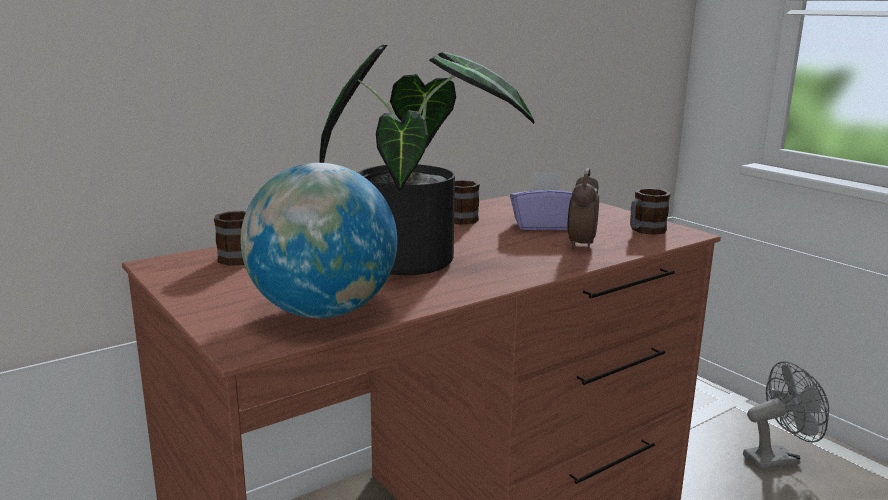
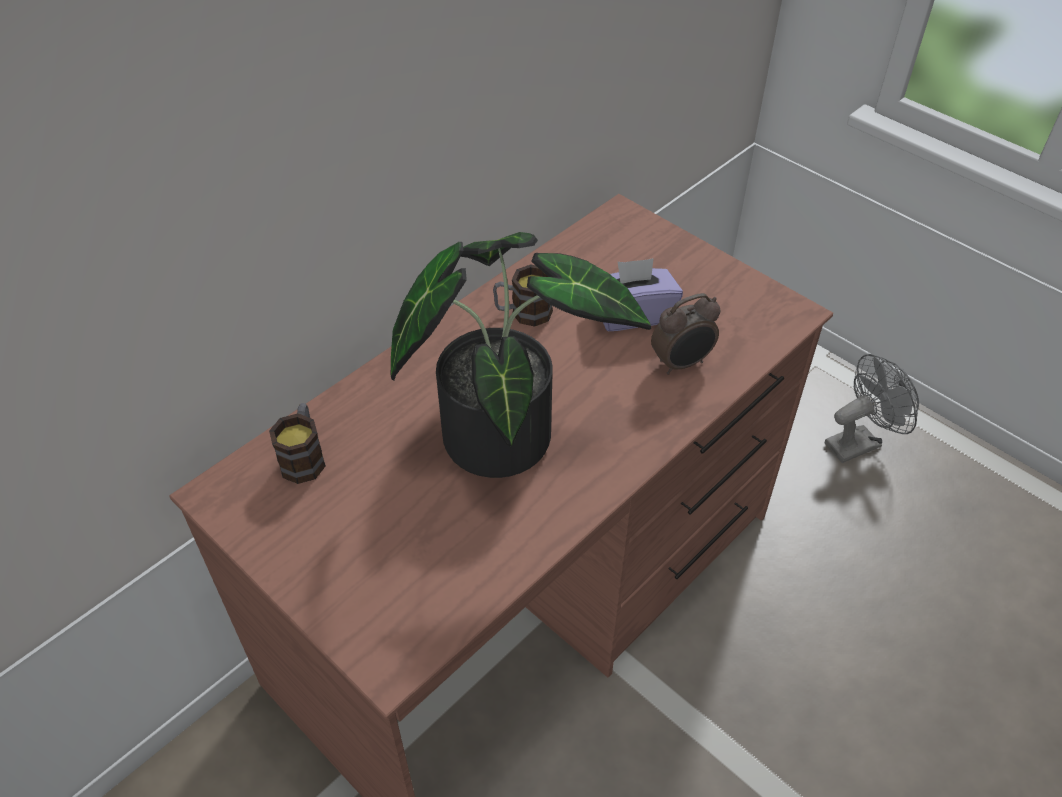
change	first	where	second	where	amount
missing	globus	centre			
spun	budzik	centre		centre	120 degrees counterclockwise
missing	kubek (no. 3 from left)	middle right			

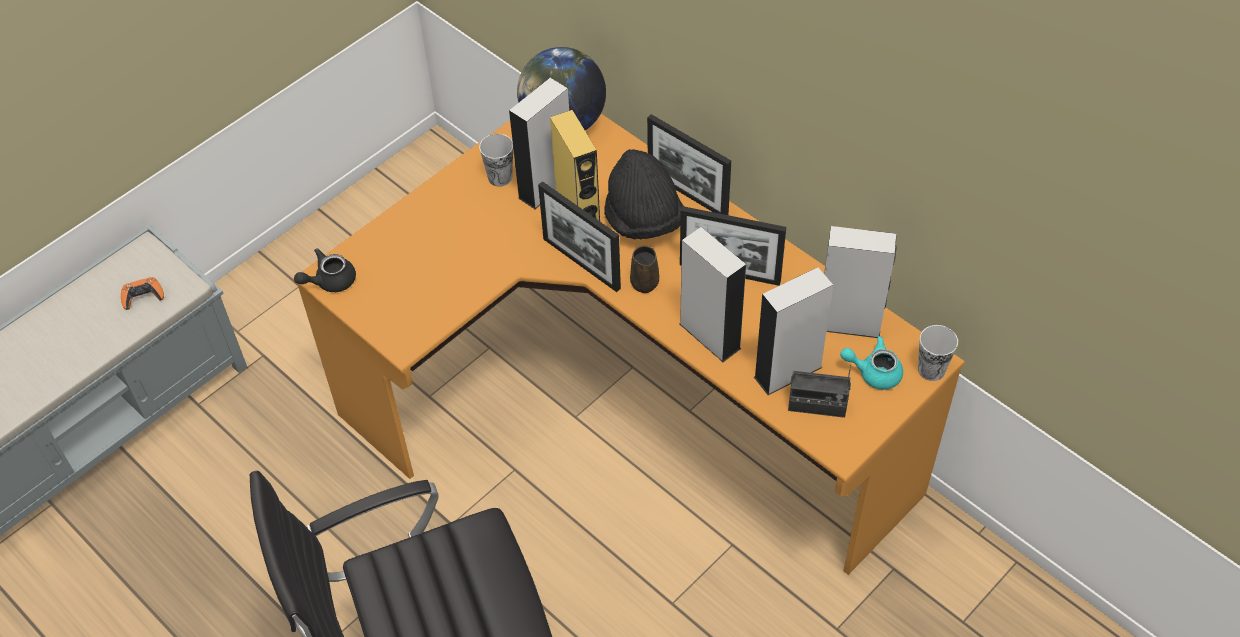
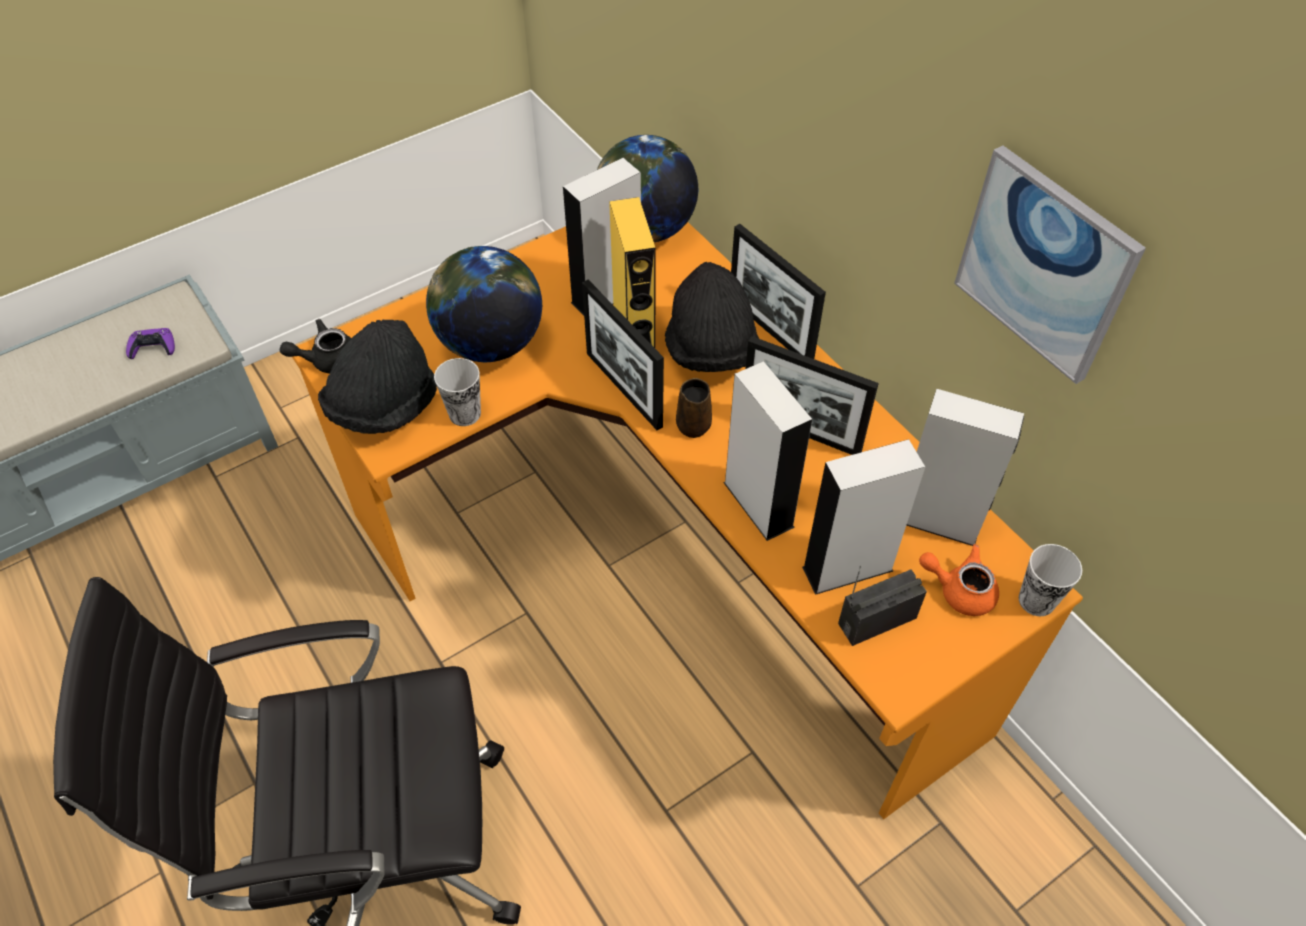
change	first	where	second	where	amount
colour	pad do gier [pomarańczowy]	middle left	pad do gier [fioletowy]	middle left	
relocated	filiżanka (no. 1 from left)	top centre		centre	
spun	radio	centre		middle right	135 degrees clockwise
colour	imbryk [turkusowy]	middle right	imbryk [pomarańczowy]	middle right	
appeared			kapelusz [czarny] (no. 1 from left)	middle left	
appeared			globus (no. 1 from left)	top centre	
appeared			obraz	top right	

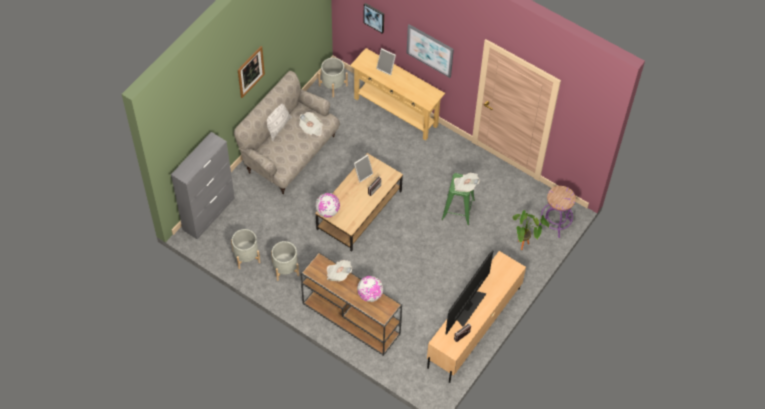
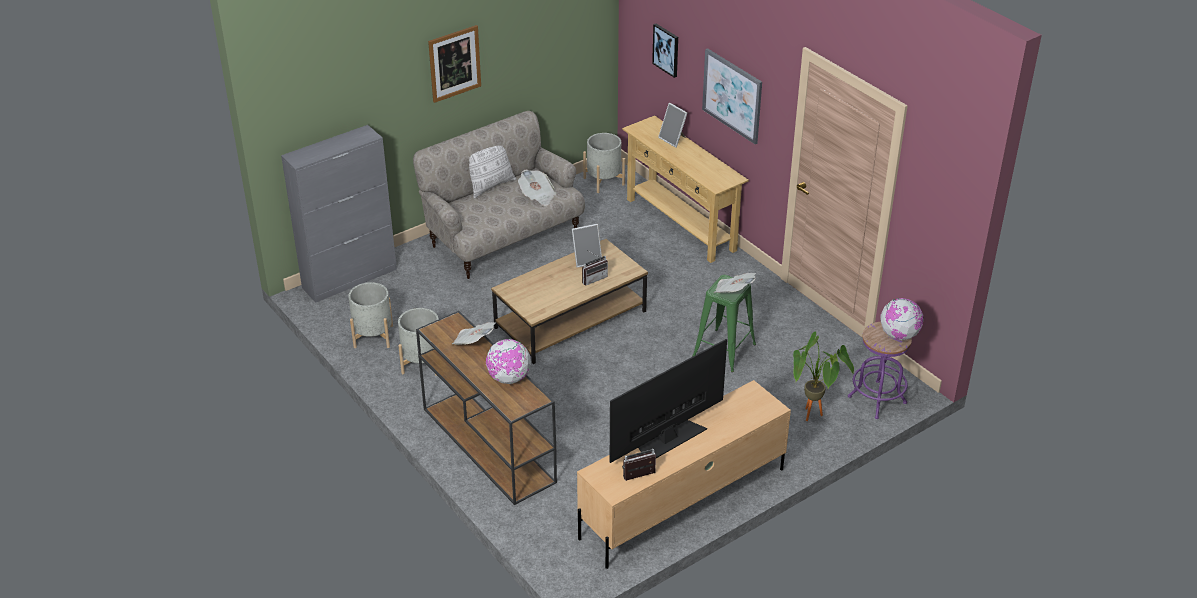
change	first	where	second	where	amount
relocated	globus (no. 1 from left in the first image)	centre	globus (no. 2 from left)	middle right	

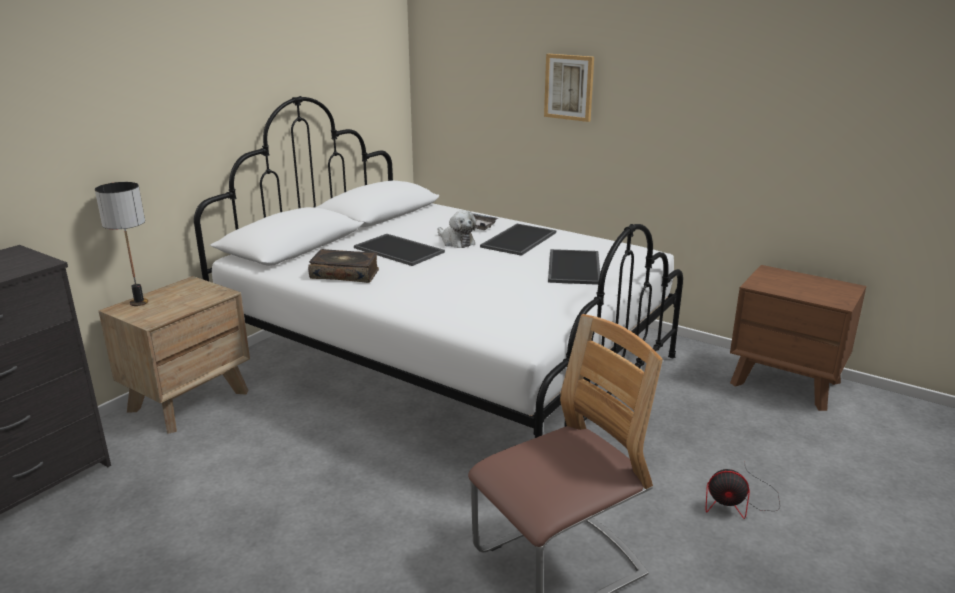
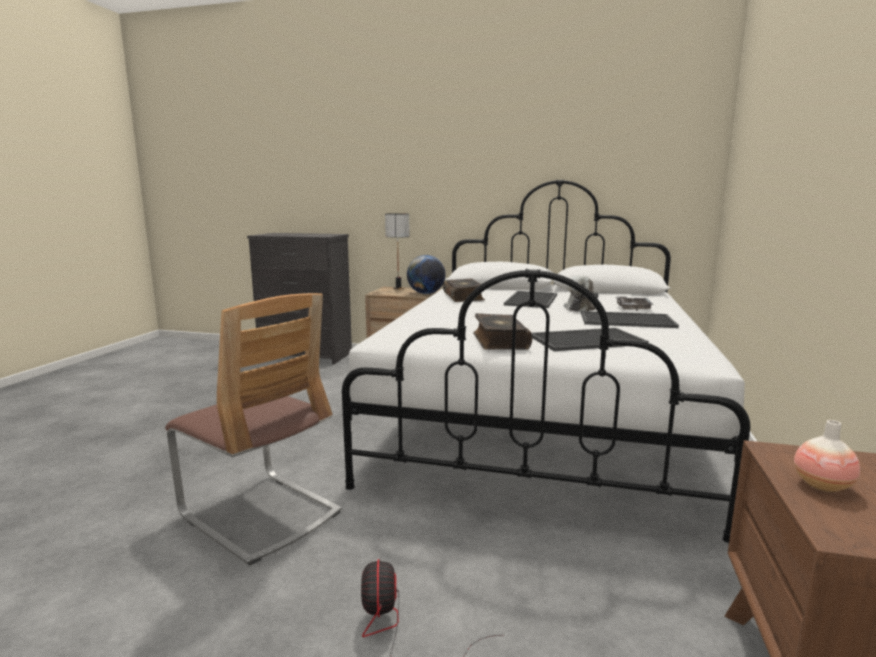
change	first	where	second	where	amount
missing	obraz	top centre			
appeared			globus	centre	
appeared			książka (no. 2 from left)	centre	
appeared			wazon	bottom right	

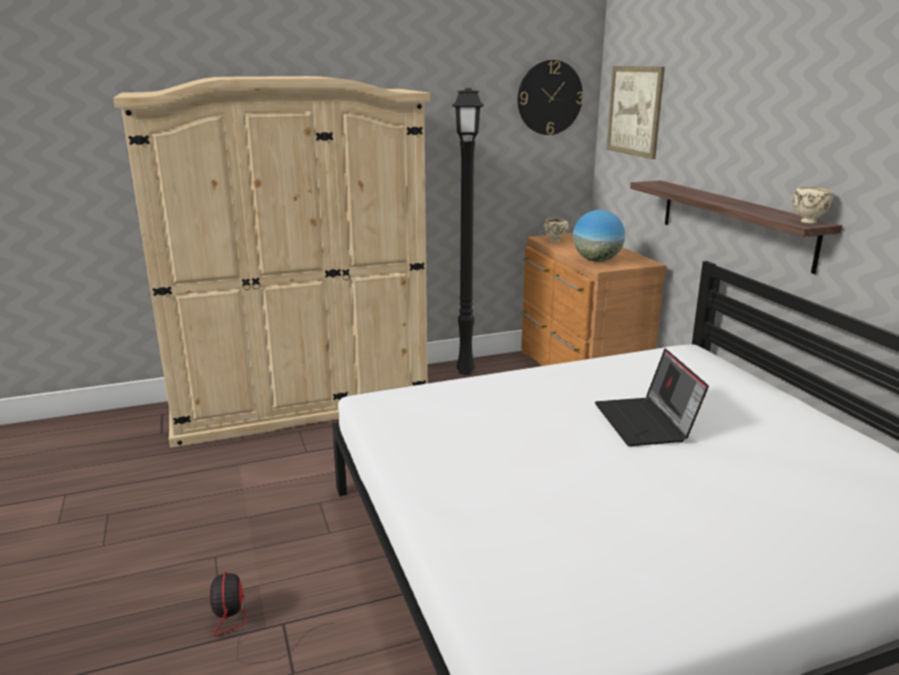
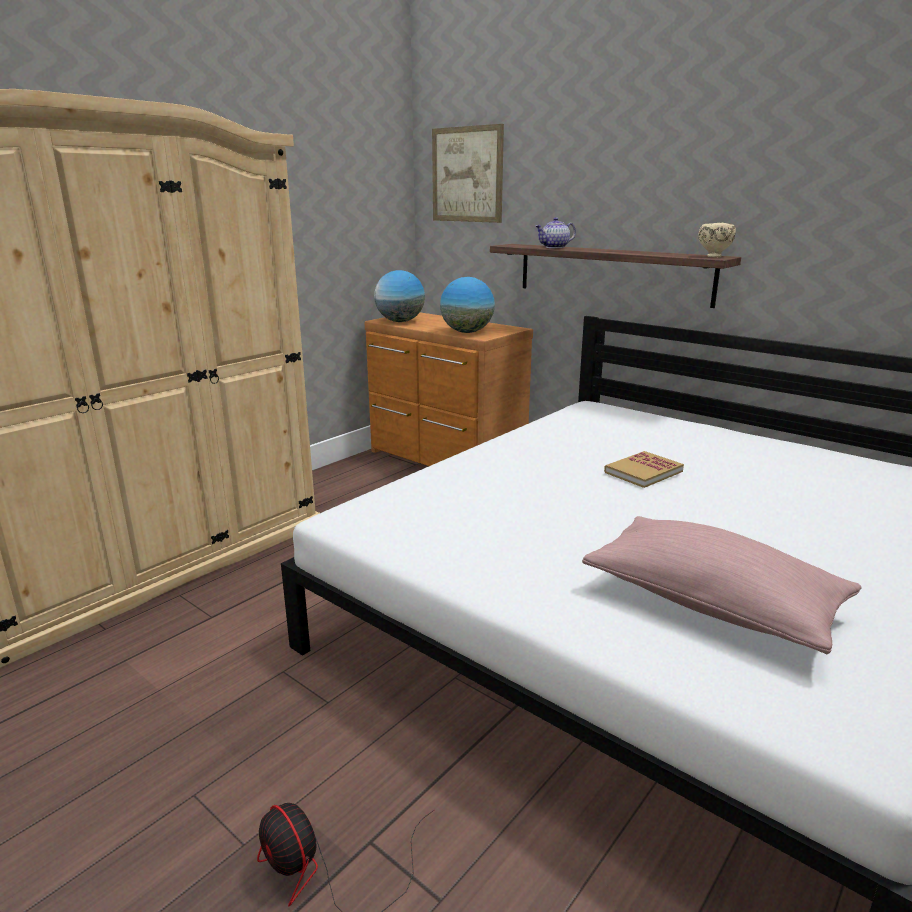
change	first	where	second	where	amount
missing	lampa stojąca [czarny]	centre			
missing	zegar ścienny	top centre			
exchanged	miska [beżowy] (no. 1 from left)	centre	globus (no. 1 from left)	top centre	
exchanged	laptop	middle right	książka	middle right	
appeared			imbryk	top centre	
appeared			poduszka [różowy]	middle right	

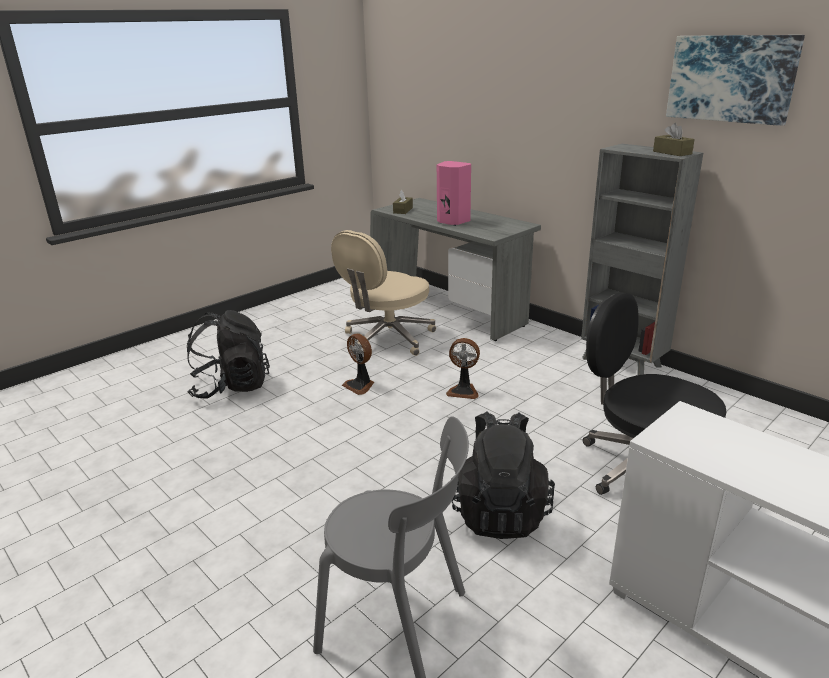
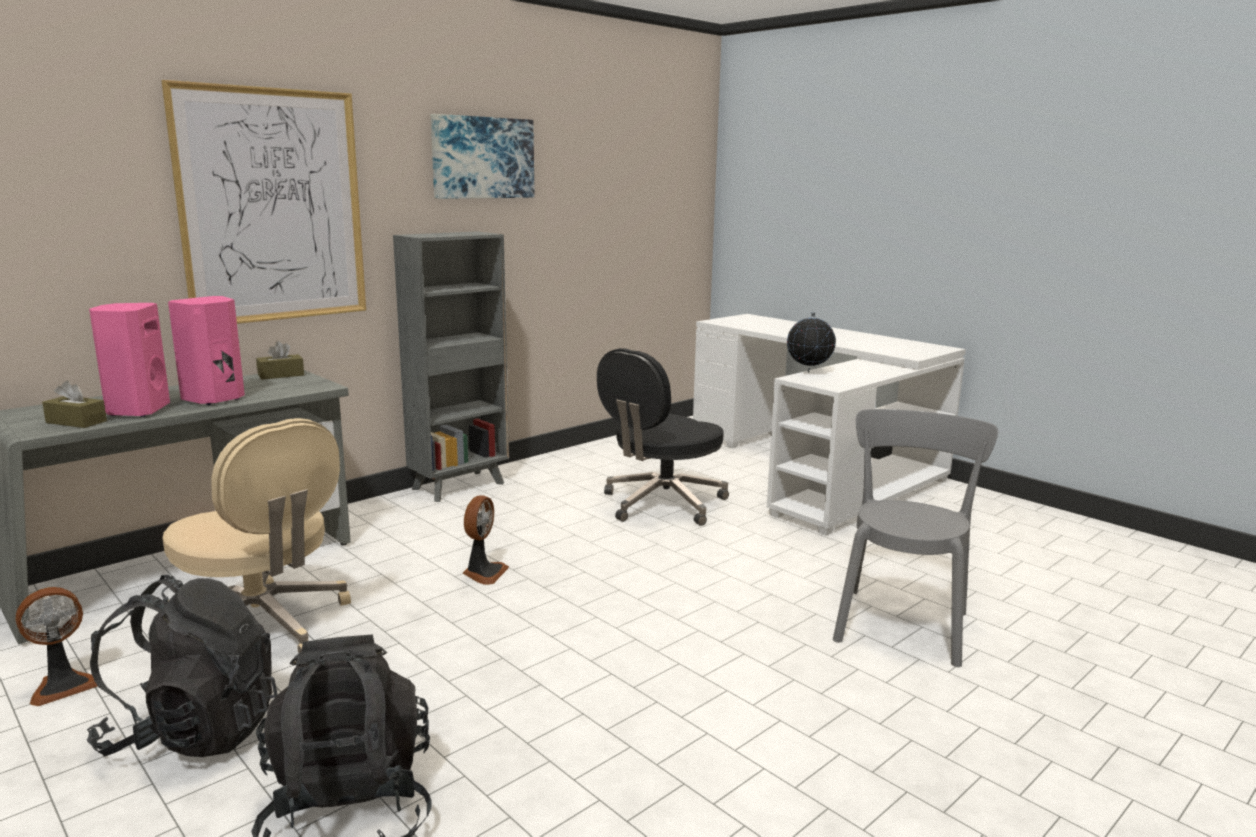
change	first	where	second	where	amount
relocated	wentylator (no. 1 from left)	centre		bottom left	
relocated	plecak [czarny] (no. 2 from left in the first image)	bottom centre	plecak [czarny] (no. 1 from left)	bottom left	
relocated	pudełko chusteczek [brązowy] (no. 2 from left)	top right		middle left	
appeared			głośnik [różowy] (no. 1 from left)	middle left	
appeared			obraz (no. 1 from left)	top left	
appeared			globus	centre	

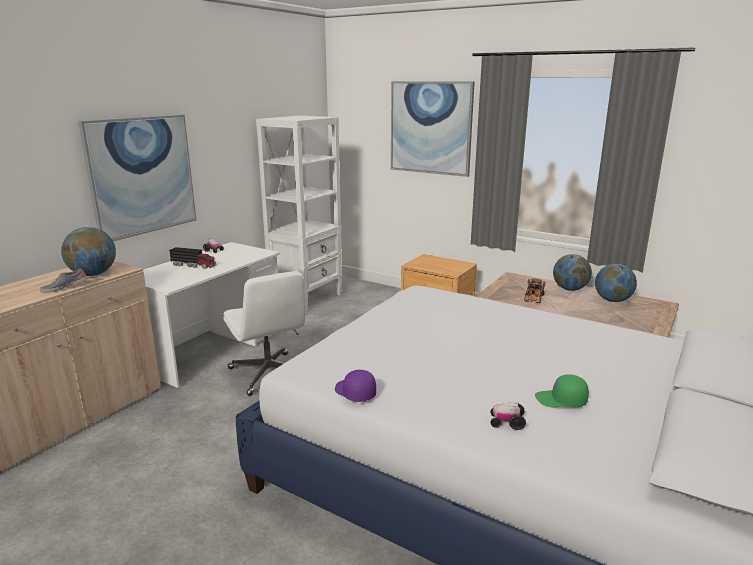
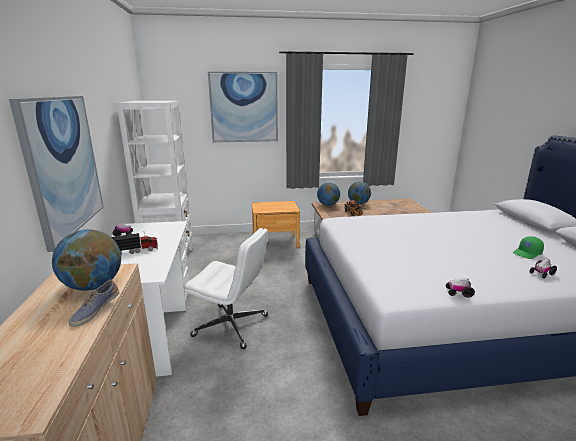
change	first	where	second	where	amount
exchanged	czapka z daszkiem [fioletowy]	bottom centre	samochodzik (no. 2 from left)	middle right	
relocated	globus (no. 3 from left in the first image)	middle right	globus (no. 2 from left)	centre	

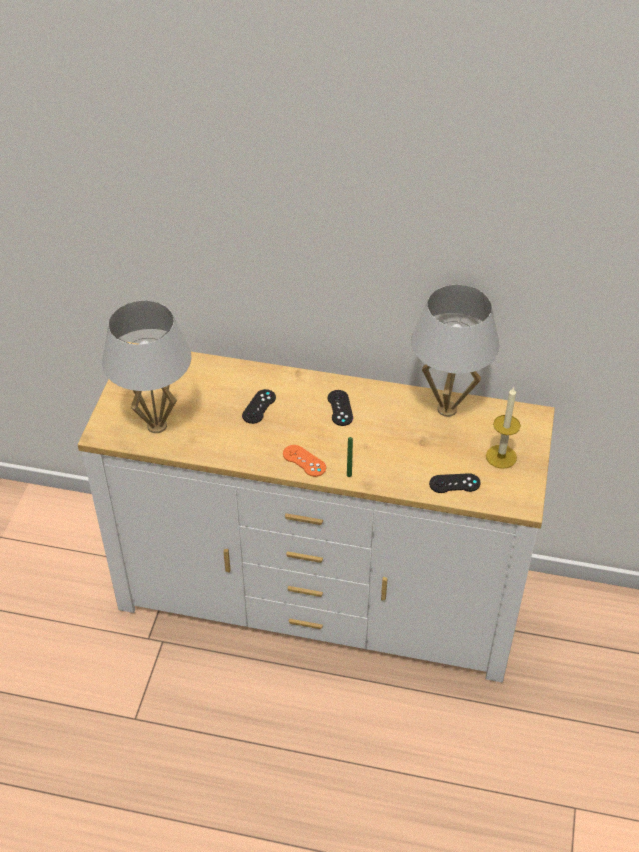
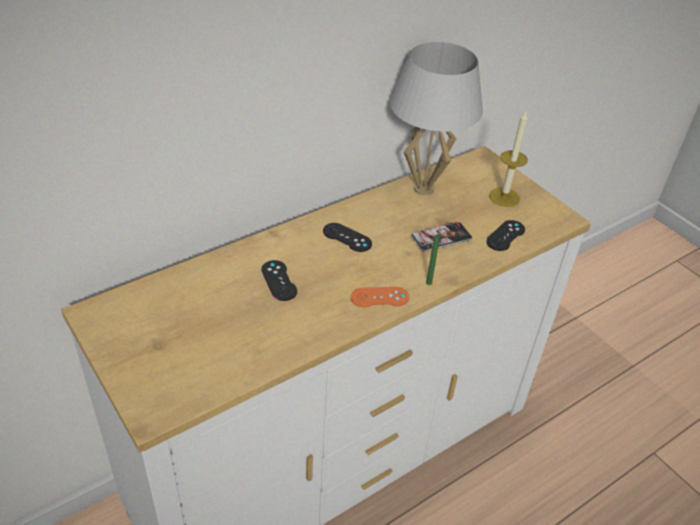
change	first	where	second	where	amount
missing	lampa stołowa [biały] (no. 1 from left)	middle left			
appeared			telefon	centre	

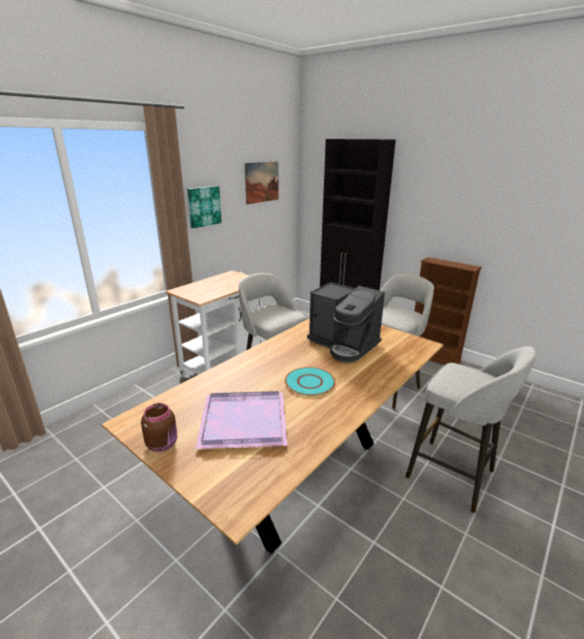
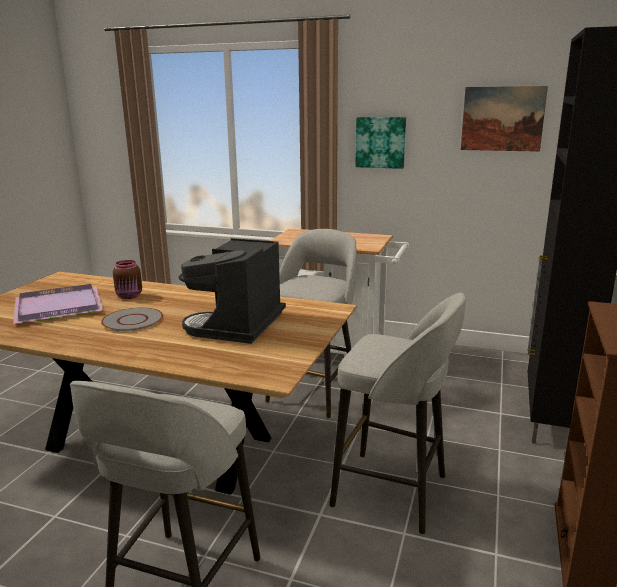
change	first	where	second	where	amount
relocated	słoik [brązowy]	bottom left		middle left	
colour	talerz [turkusowy]	centre	talerz [szary]	middle left	

